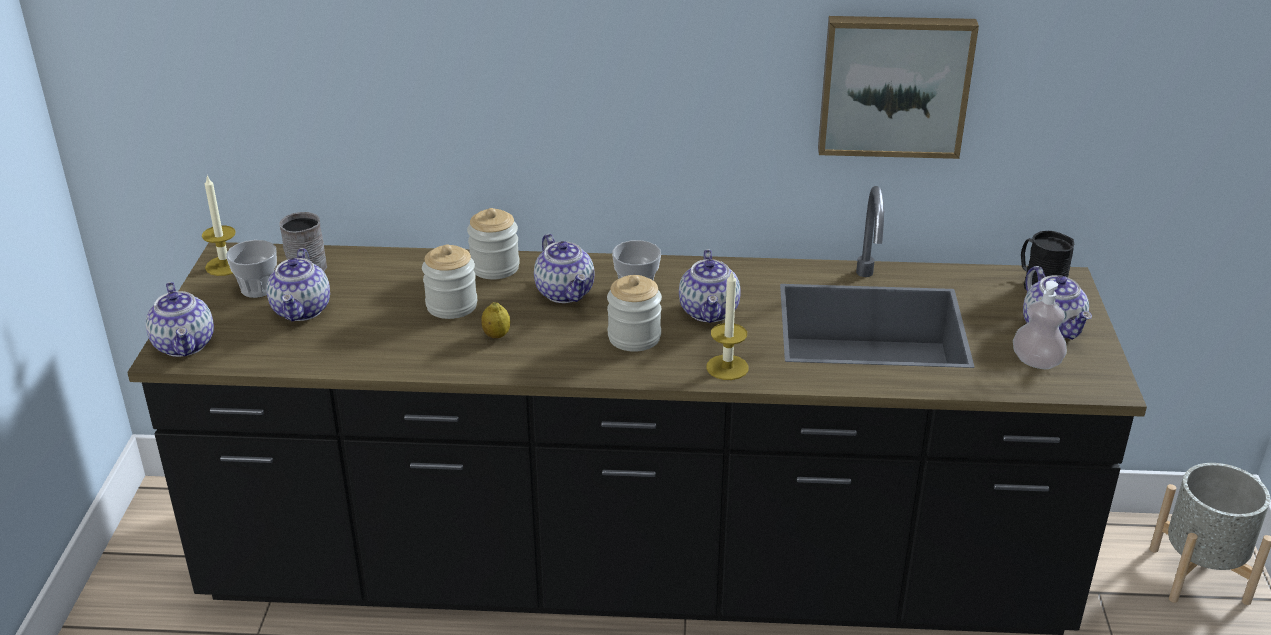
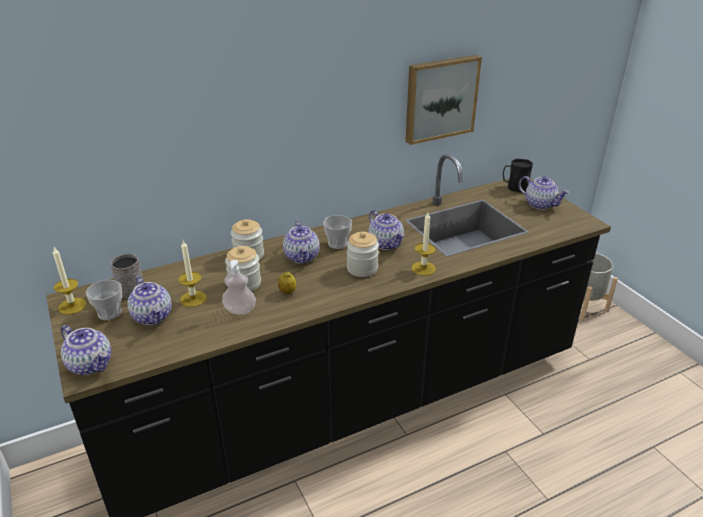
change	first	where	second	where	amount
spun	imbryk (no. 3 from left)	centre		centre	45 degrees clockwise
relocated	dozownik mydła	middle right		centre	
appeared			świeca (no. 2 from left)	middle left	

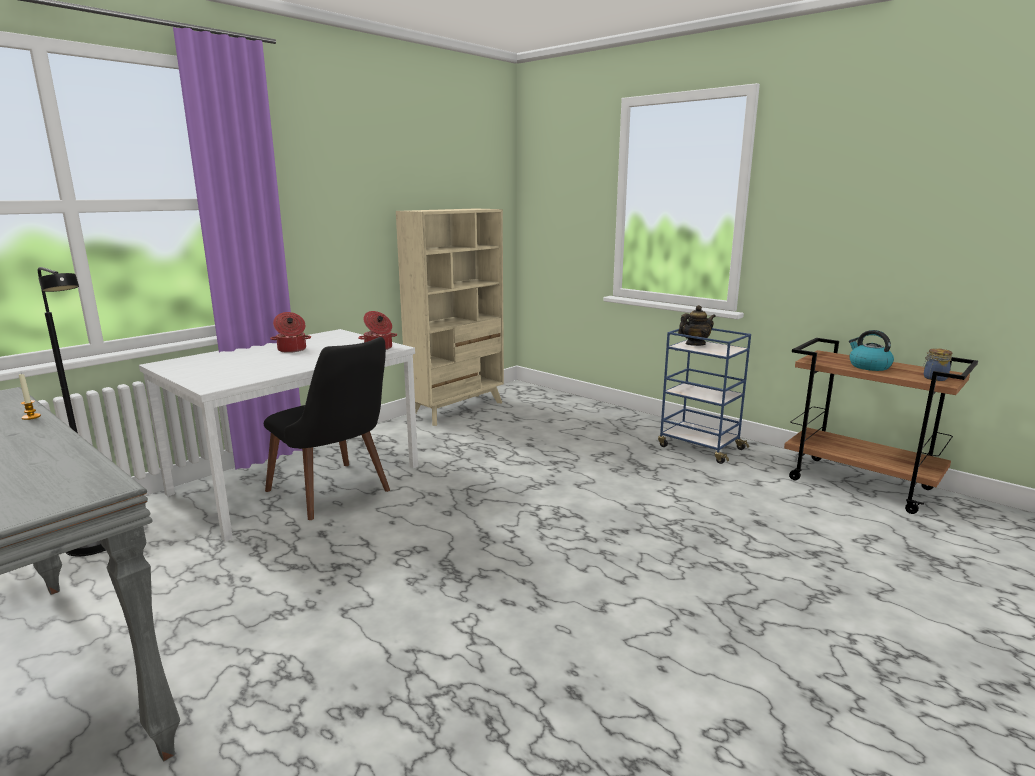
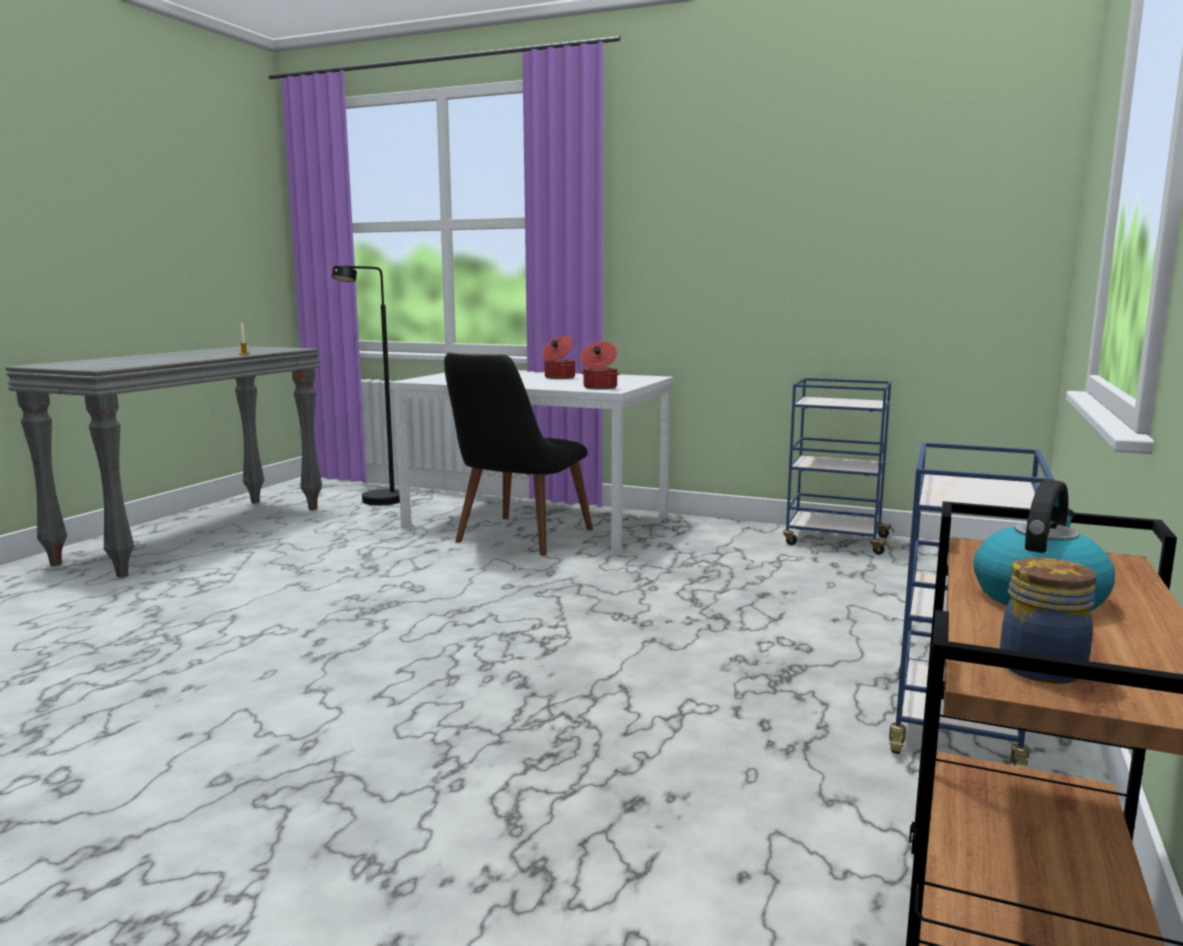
change	first	where	second	where	amount
exchanged	regał [beżowy]	centre	wózek [niebieski] (no. 1 from left)	middle right	
missing	imbryk	middle right			

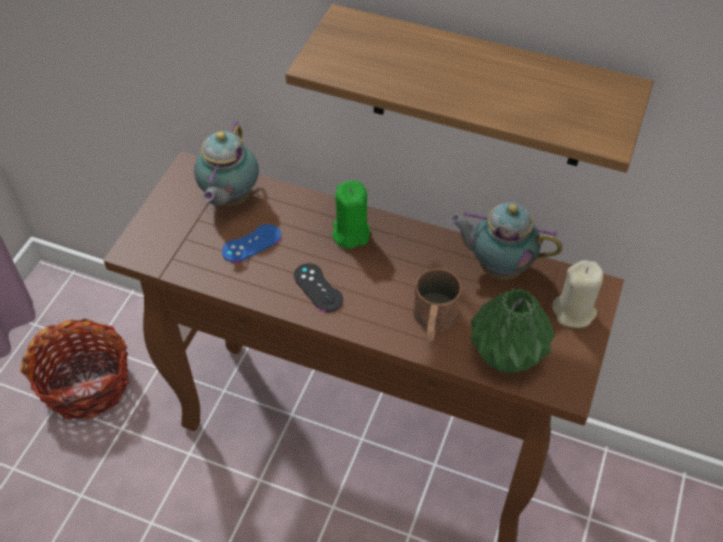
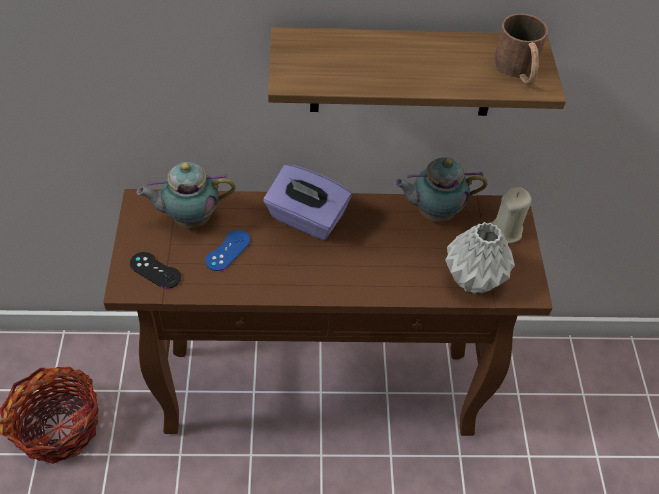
change	first	where	second	where	amount
spun	imbryk (no. 1 from left)	top left		middle left	90 degrees clockwise
relocated	pad do gier [czarny]	centre		middle left	
exchanged	świeca [zielony]	centre	pudełko chusteczek [fioletowy]	centre	
relocated	kubek [brązowy]	centre		top right	
colour	wazon [zielony]	middle right	wazon [szary]	middle right	

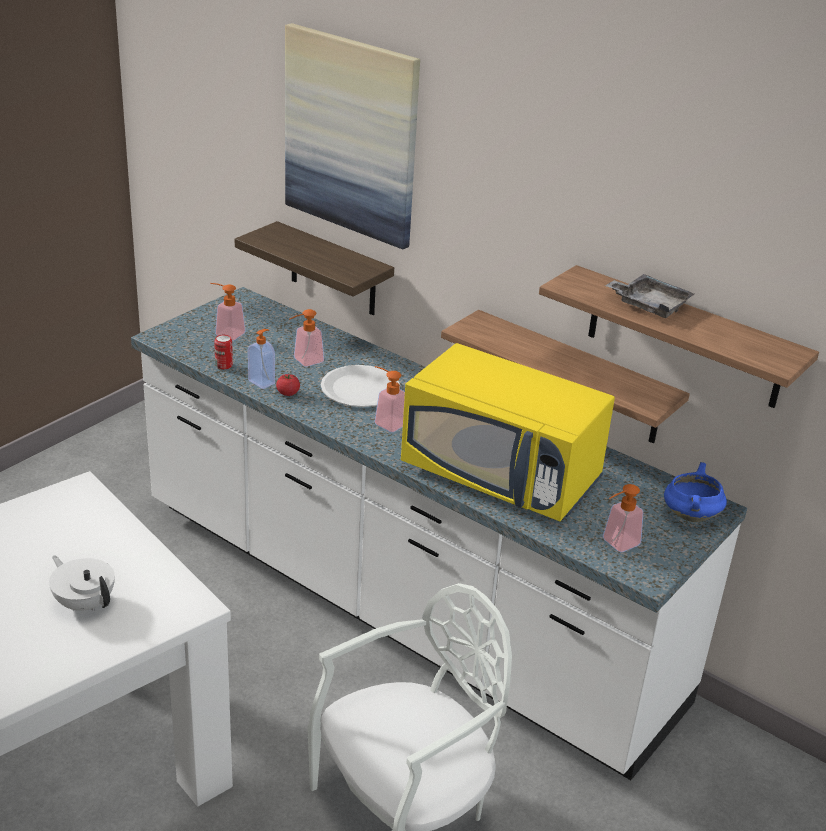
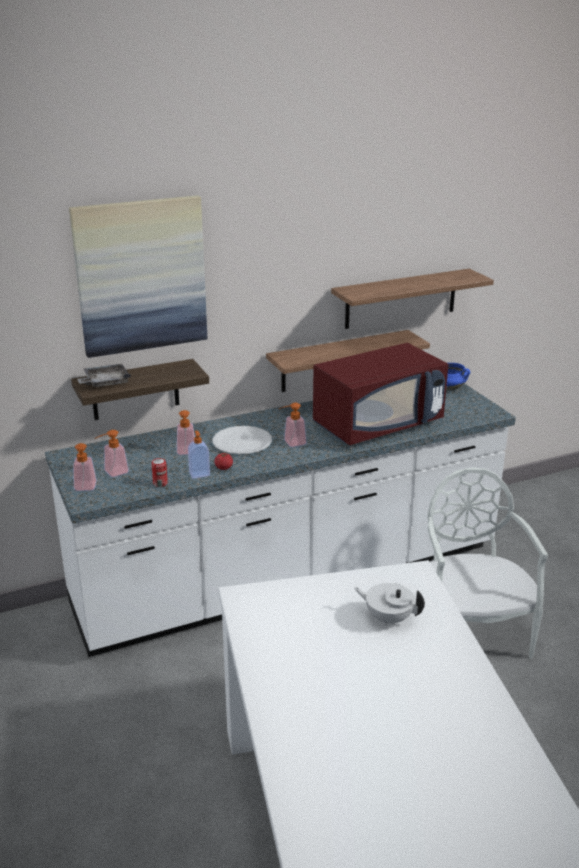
change	first	where	second	where	amount
spun	imbryk [biały]	bottom left		bottom right	45 degrees clockwise
colour	mikrofalówka [żółty]	centre	mikrofalówka [czerwony]	centre	
relocated	dozownik mydła (no. 5 from left in the first image)	middle right	dozownik mydła (no. 1 from left)	middle left	
relocated	taca [szary]	middle right		middle left	

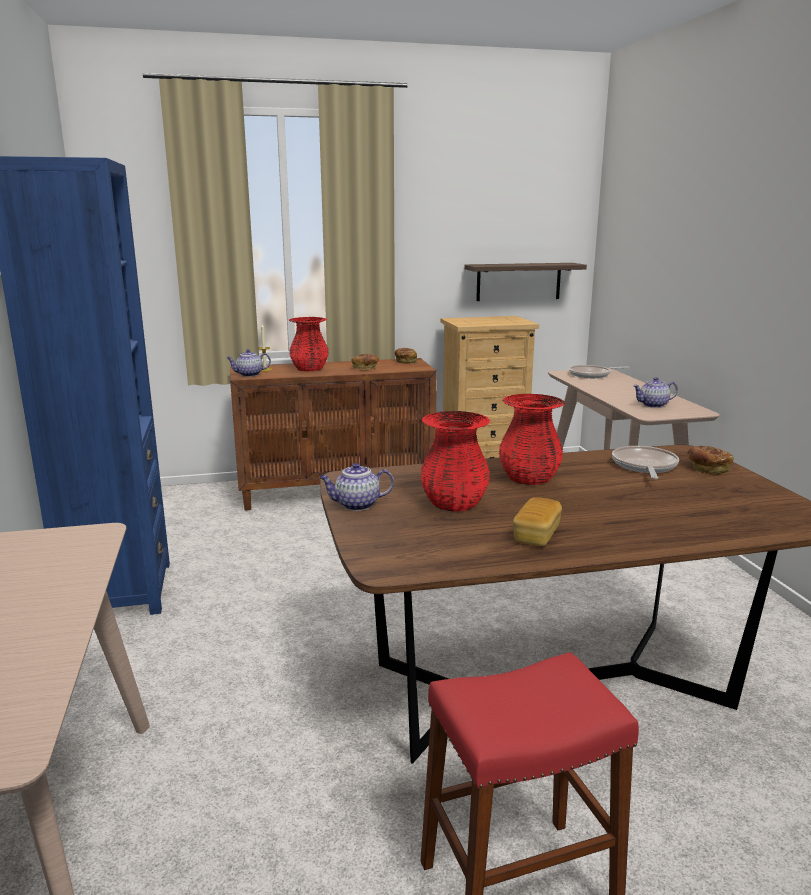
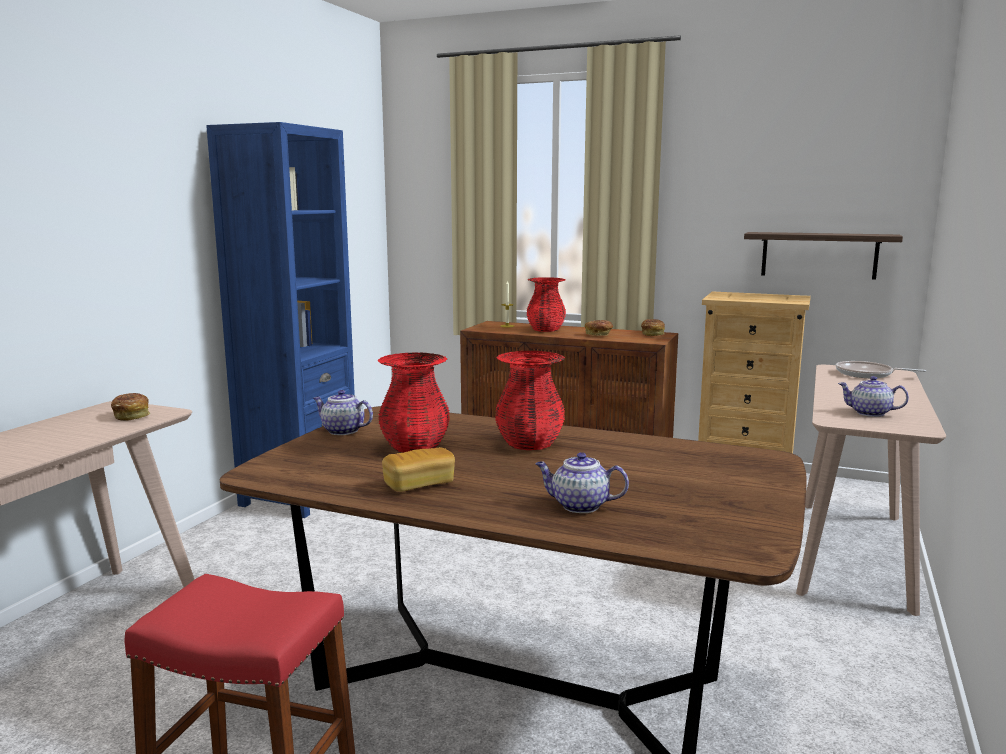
change	first	where	second	where	amount
relocated	imbryk (no. 1 from left in the first image)	middle left	imbryk (no. 2 from left)	centre	
missing	patelnia (no. 2 from left)	middle right			
relocated	chleb (no. 4 from left in the first image)	middle right	chleb (no. 1 from left)	middle left	

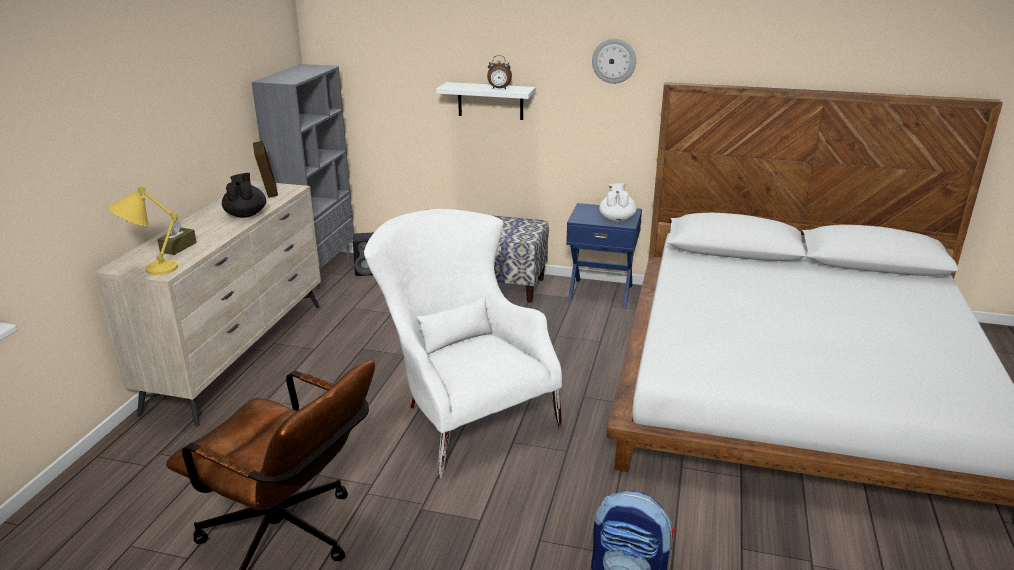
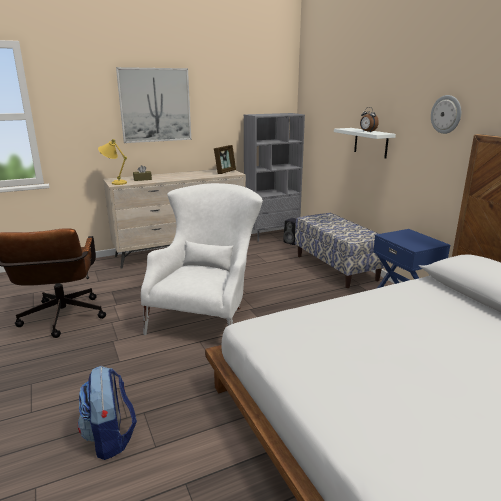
change	first	where	second	where	amount
missing	imbryk [czarny]	middle left			
missing	imbryk [biały]	centre			
appeared			obraz	top left	

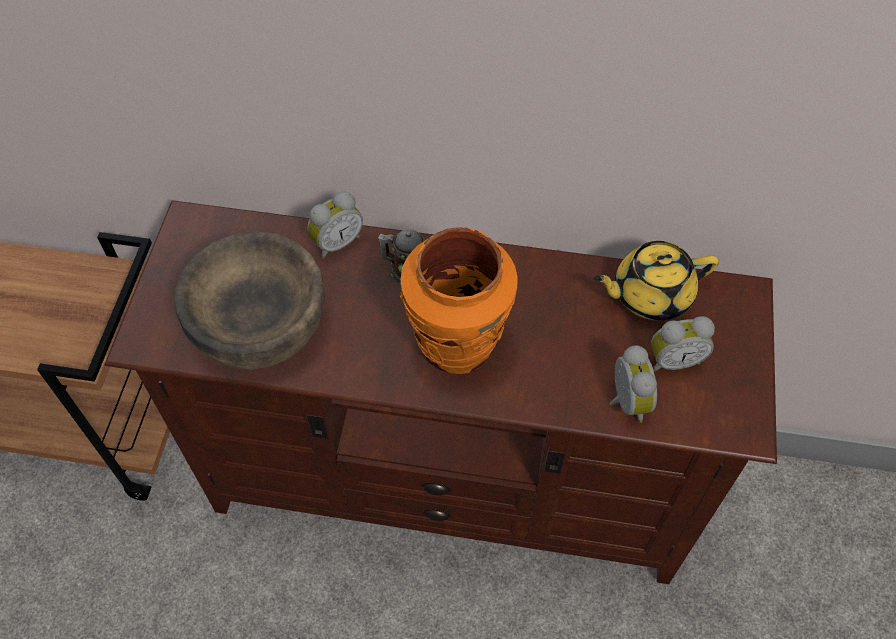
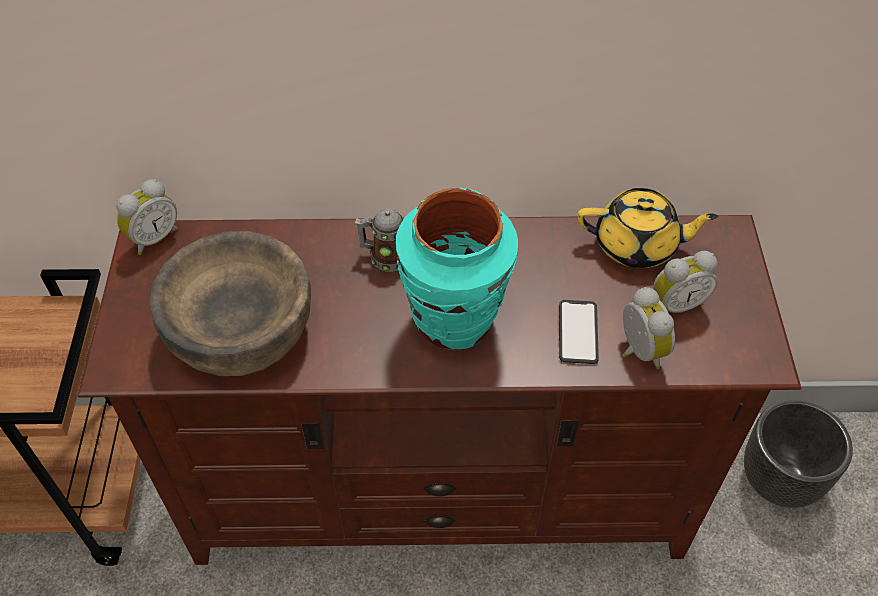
change	first	where	second	where	amount
relocated	budzik (no. 1 from left)	centre		middle left	
colour	wazon [pomarańczowy]	centre	wazon [turkusowy]	centre	
spun	imbryk [żółty]	middle right		middle right	150 degrees counterclockwise
appeared			telefon	centre	
appeared			donica [czarny]	bottom right	

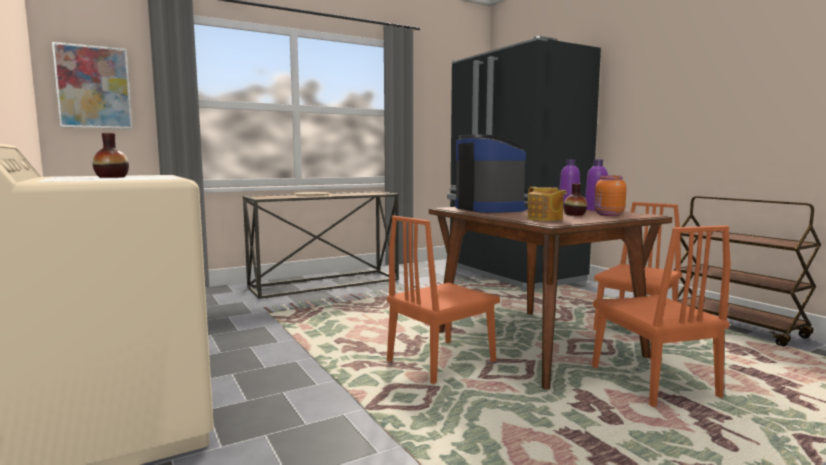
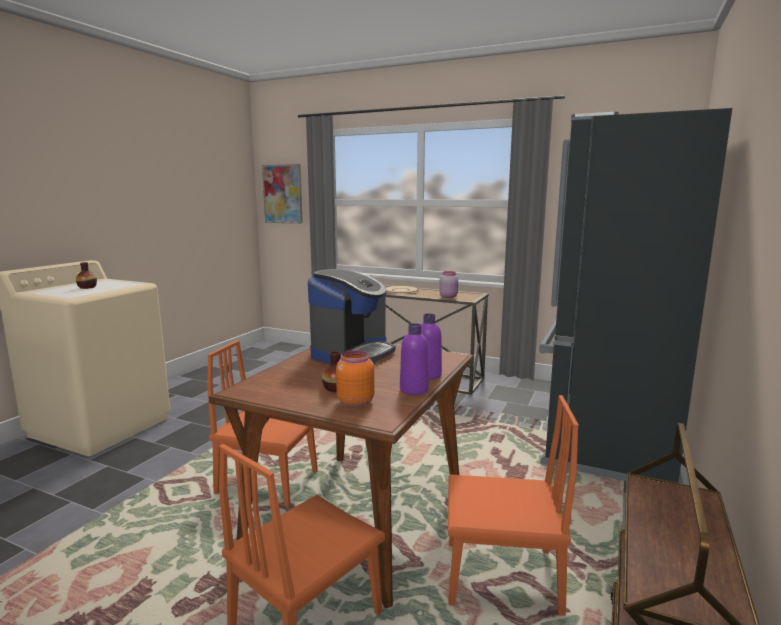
change	first	where	second	where	amount
missing	imbryk	centre			
appeared			słoik [różowy]	centre	

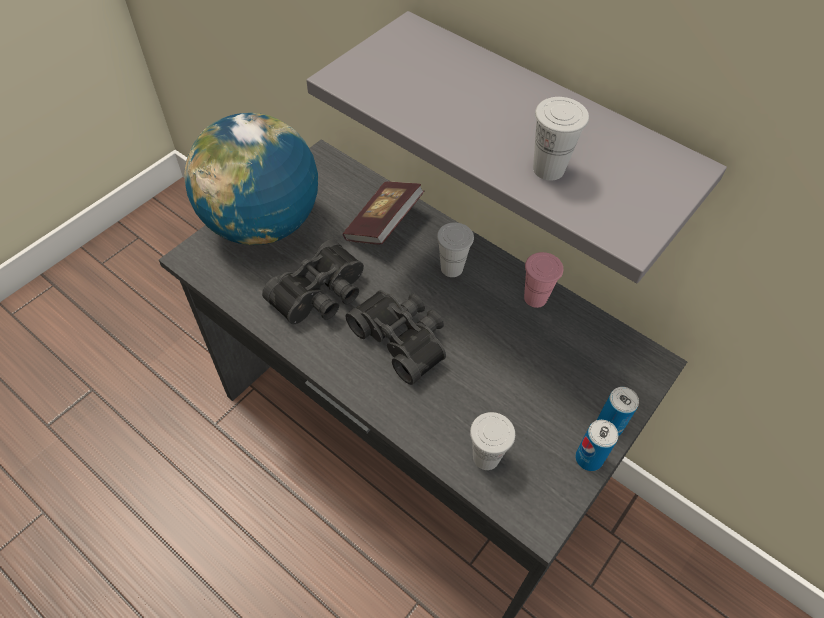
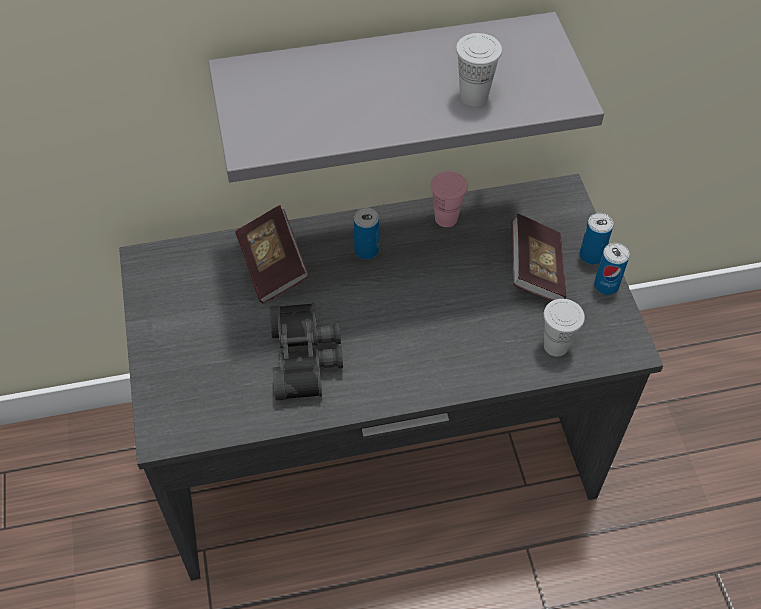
change	first	where	second	where	amount
missing	globus	top left			
missing	lornetka [czarny] (no. 2 from left)	centre			
exchanged	filiżanka [biały] (no. 1 from left)	centre	puszka (no. 1 from left)	centre	
appeared			książka (no. 2 from left)	middle right	

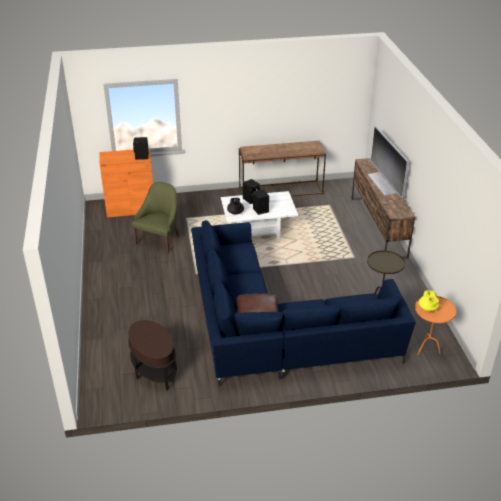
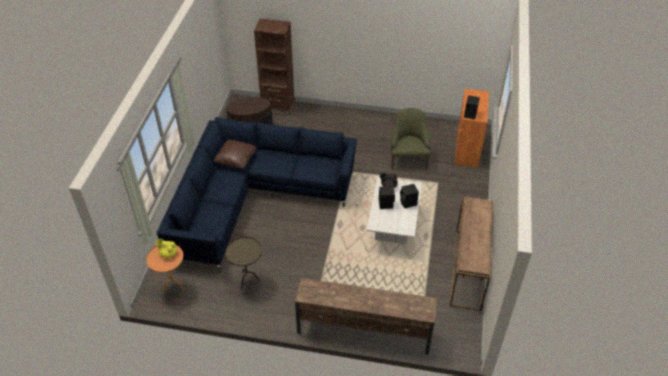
change	first	where	second	where	amount
spun	fotel [zielony]	middle left		centre	135 degrees counterclockwise
missing	telewizor	top right			
appeared			regał [brązowy]	top centre	

